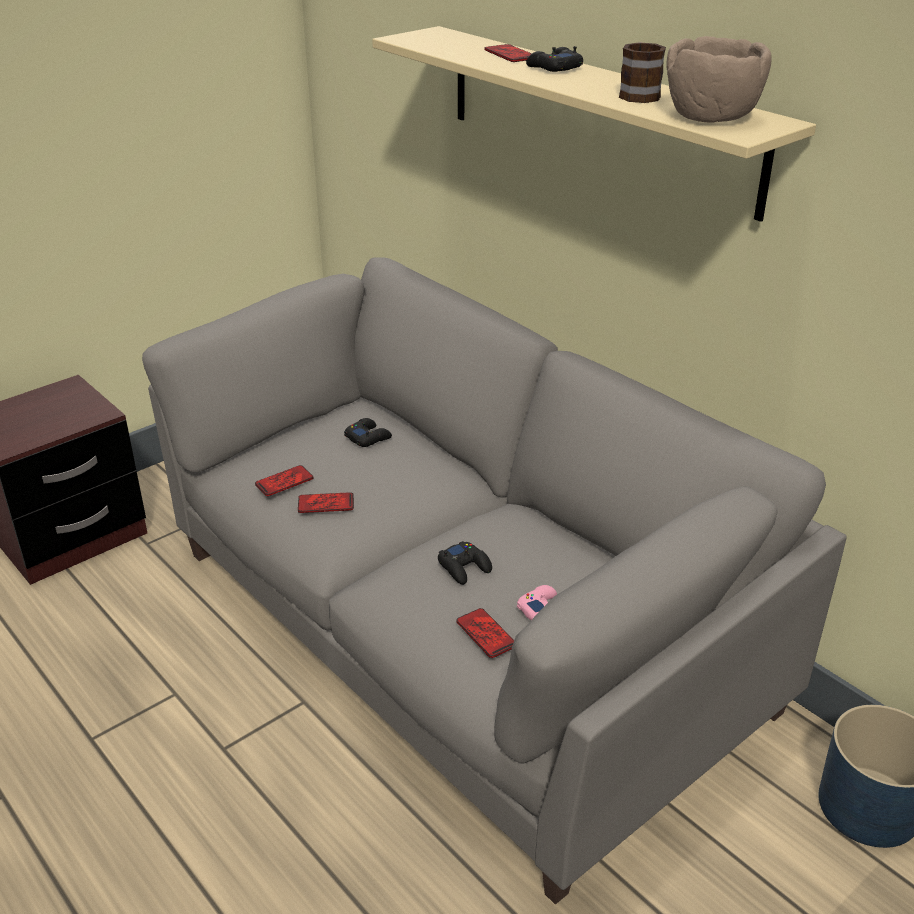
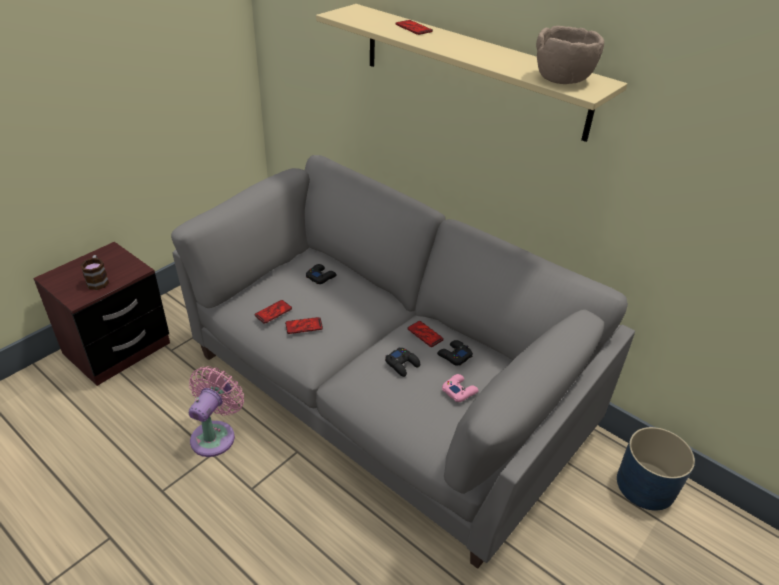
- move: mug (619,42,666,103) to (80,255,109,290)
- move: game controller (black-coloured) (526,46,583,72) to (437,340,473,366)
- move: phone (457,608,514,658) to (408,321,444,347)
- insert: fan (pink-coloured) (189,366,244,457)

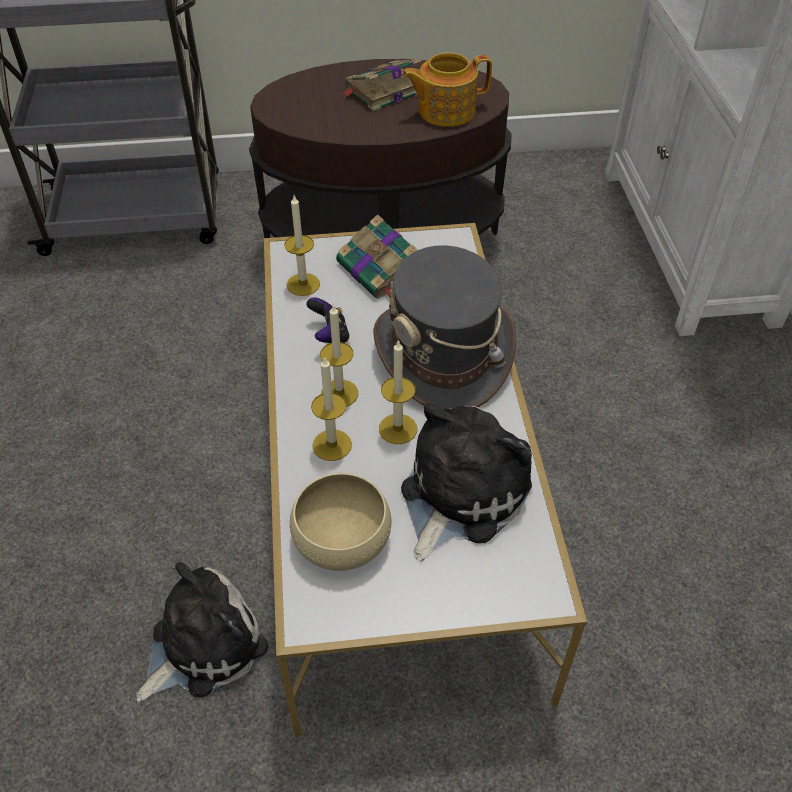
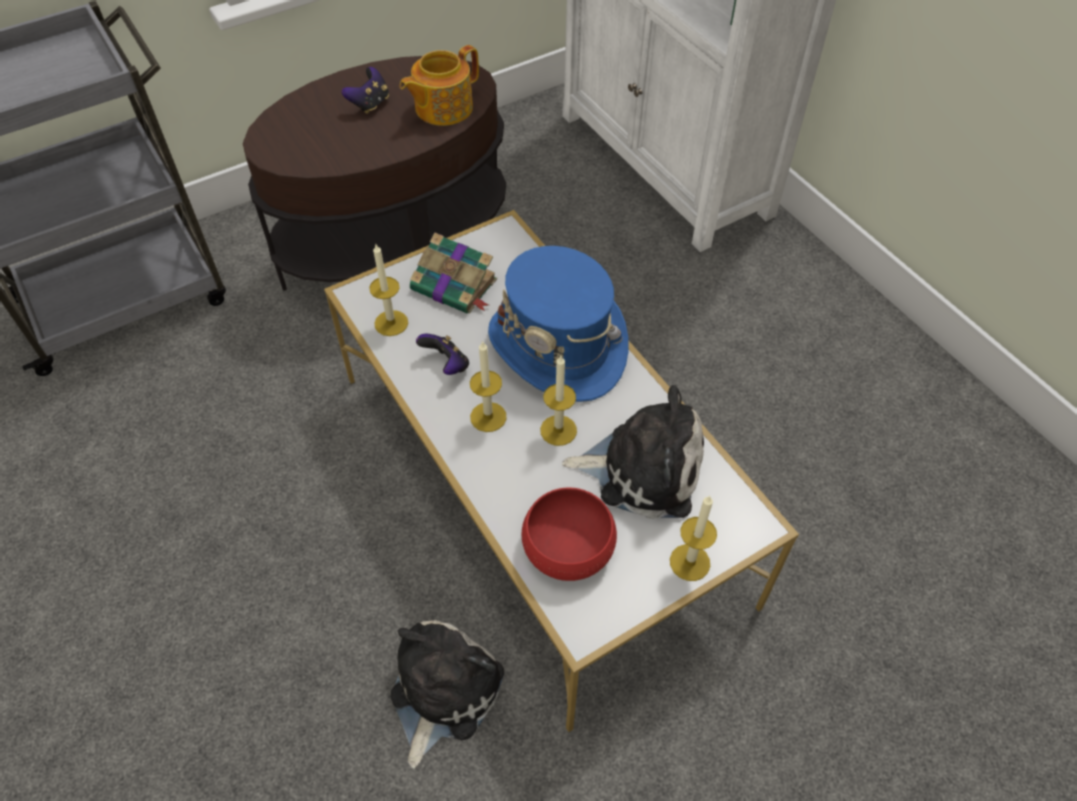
- replace: bound book (340,59,421,111) to game controller (342,67,389,114)
- recolor: clothing hat (gray) (373,245,516,409) to clothing hat (bluish) (488,246,629,402)
- move: candle (311,356,352,461) to (670,495,717,581)
- rotate: soft toy (401,403,532,561) = (562,385,704,519) 90 degrees clockwise
- recolor: deep dish (beige) (290,473,392,571) to deep dish (red-coloured) (522,488,617,581)

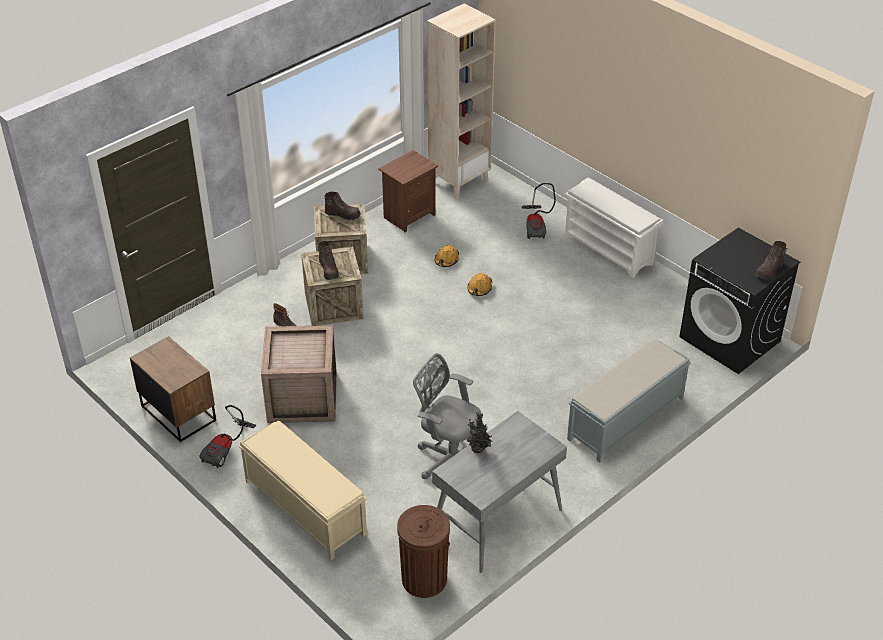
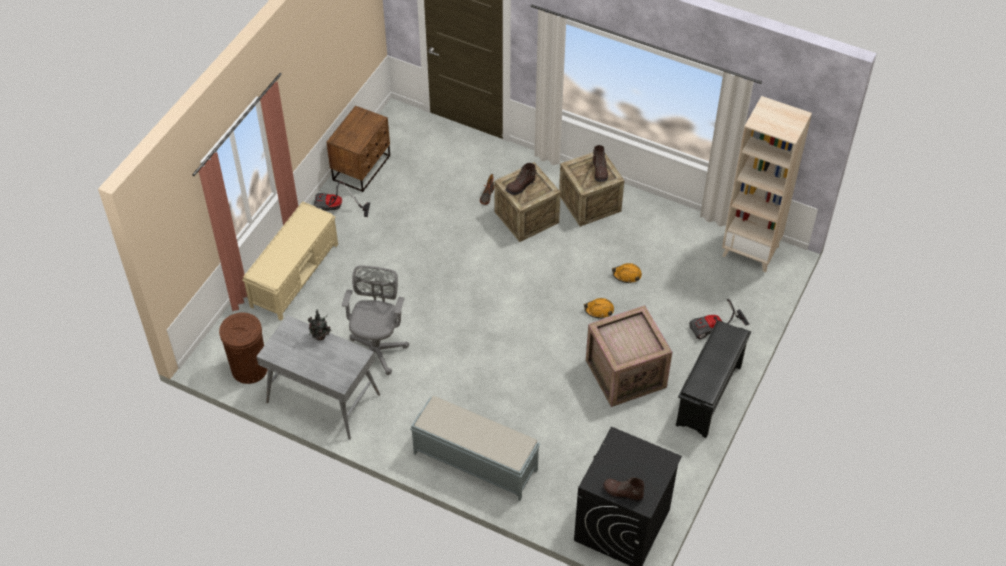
- delete: night table (brown) (378,150,438,233)
- recolor: shoe stand (white) (564,177,663,278) to shoe stand (black-coloured) (676,320,751,438)
- move: crate (261,325,337,423) to (586,305,672,407)

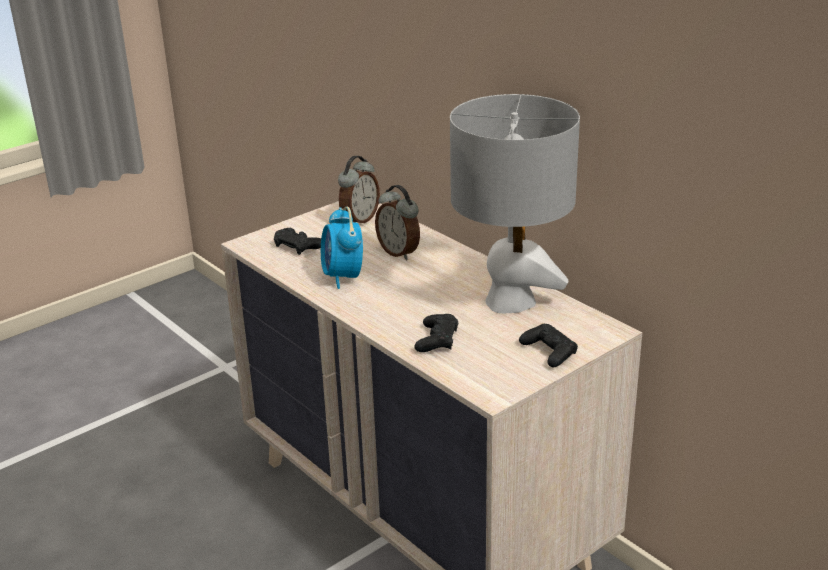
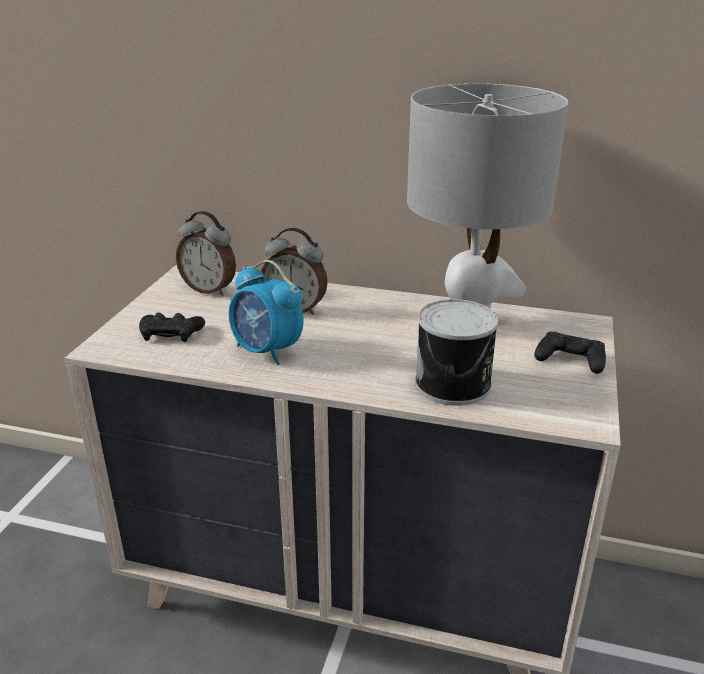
- rotate: bedside clock (338,156,380,223) = (176,211,236,295) 120 degrees clockwise
- replace: game controller (black-coloured) (414,314,458,352) to sealed can (415,299,498,406)

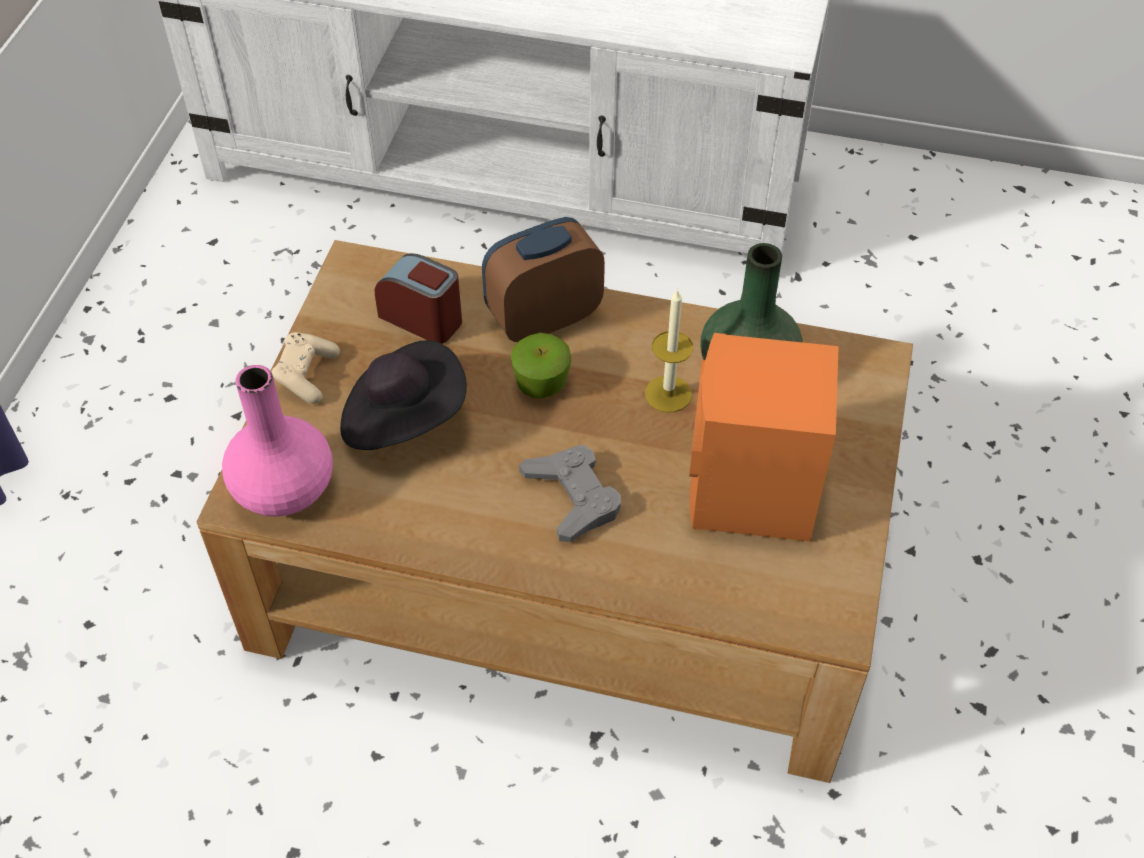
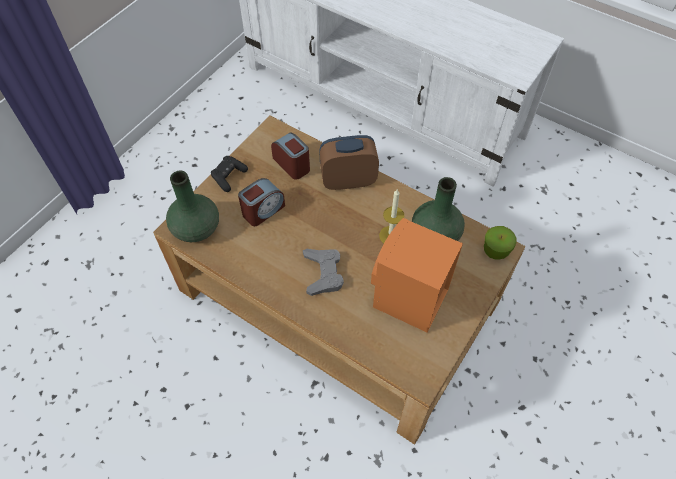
- recolor: game controller (beige) (272,332,340,404) to game controller (black-coloured) (211,156,248,192)
- move: apple (511,333,571,398) to (484,226,516,259)
- replace: clothing hat (black-coloured) (340,340,467,450) to bedside clock (238,178,285,226)
- recolor: decorative vase (pink-coloured) (222,365,333,517) to decorative vase (green-coloured) (166,171,219,242)

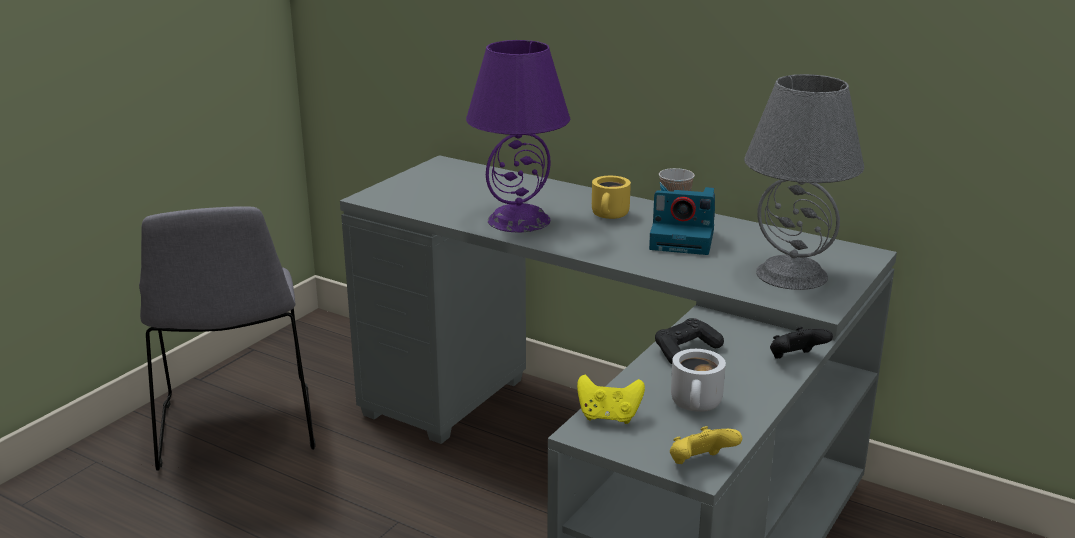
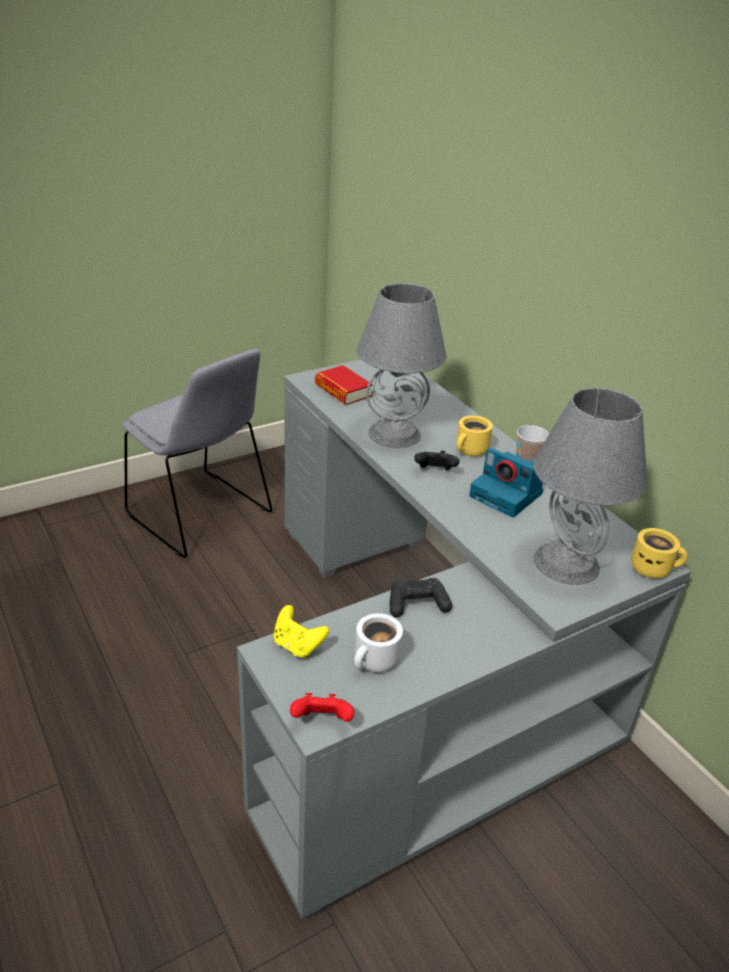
- recolor: tabletop lamp (purple) (466,40,570,232) to tabletop lamp (gray) (357,283,447,448)
- rotate: upright chair (gray) (139,206,316,471) = (122,349,272,558) 60 degrees counterclockwise
- move: game controller (black-coloured) (770,327,833,359) to (414,451,459,470)
- recolor: game controller (yellow-coloured) (670,426,742,464) to game controller (red-coloured) (290,693,354,722)
- insert: bound book (315,365,373,405)
- insert: mug (yellow-coloured) (631,528,688,578)

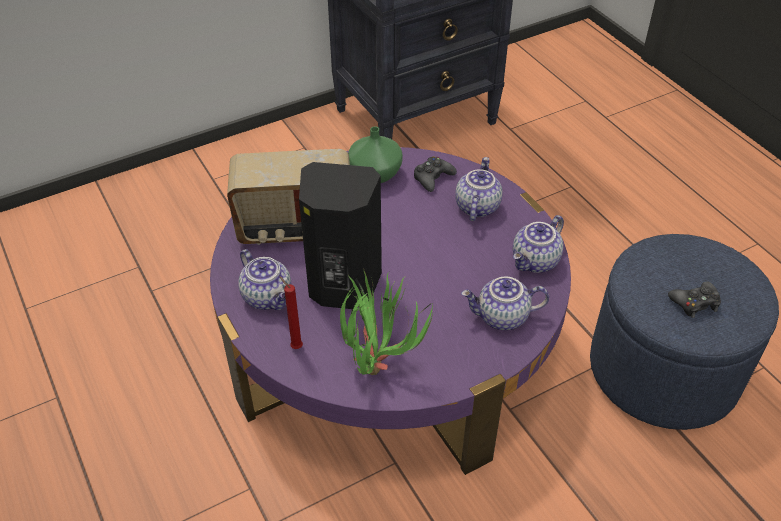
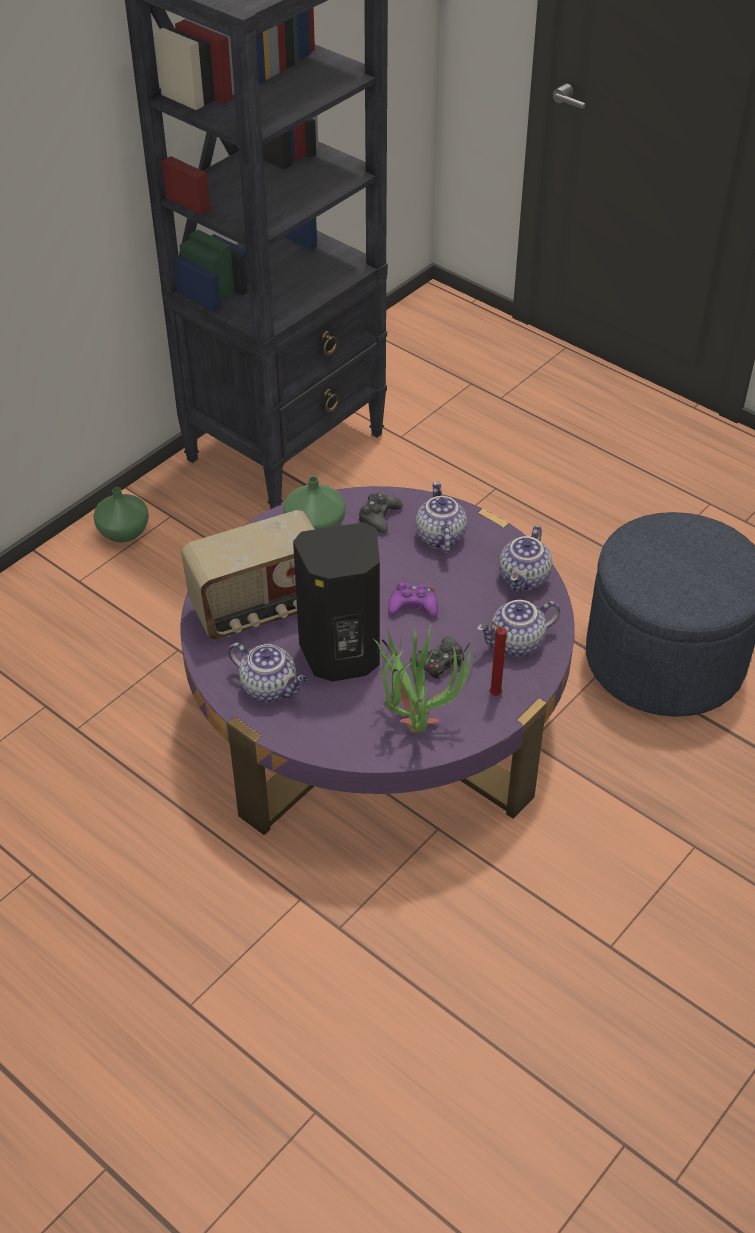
- move: candle (red-coloured) (280,276,303,349) to (489,621,507,696)
- move: game controller (black-coloured) (668,282,721,318) to (410,636,464,680)
- insert: decorative vase (green-coloured) (93,487,149,542)
- insert: game controller (purple) (388,582,438,618)

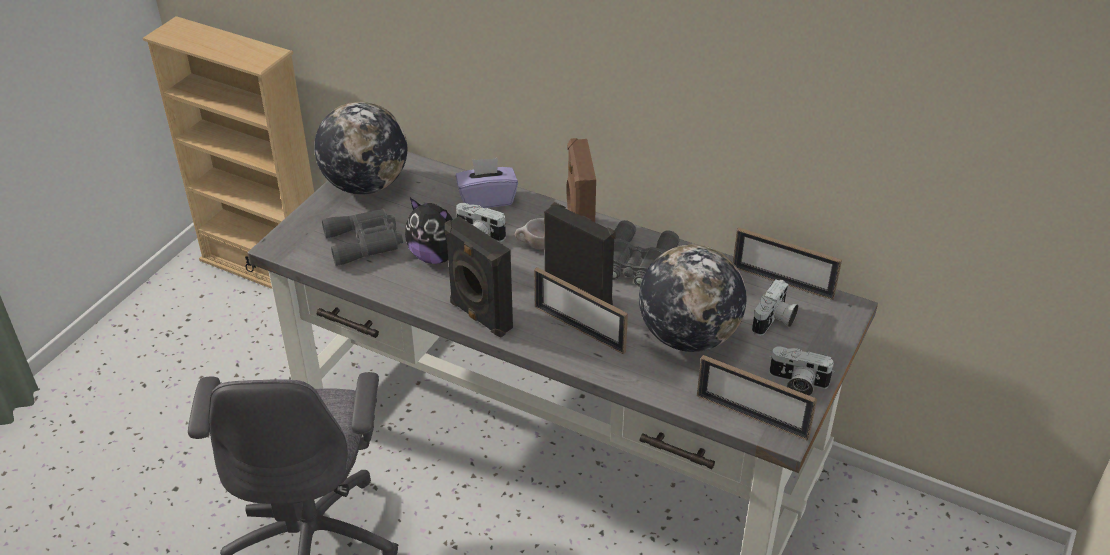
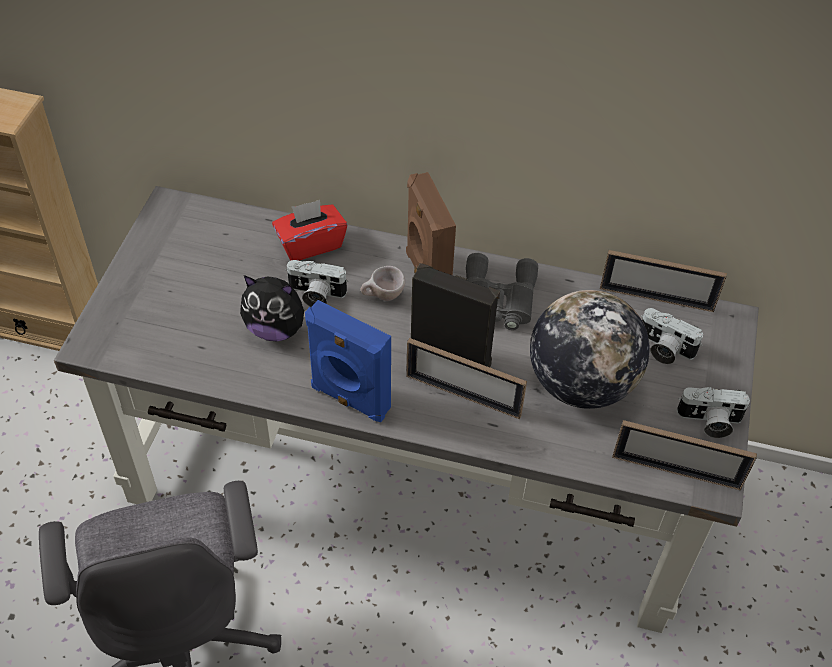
- delete: desk globe (314,102,407,195)
- recolor: box of tissues (purple) (456,158,518,208) to box of tissues (red-coloured) (272,200,347,261)
- delete: binoculars (gray) (322,208,403,266)
- recolor: loudspeaker (black-coloured) (445,216,513,338) to loudspeaker (bluish) (305,300,391,422)
- rotate: still camera (752,279,799,336) = (641,308,703,364) 105 degrees clockwise

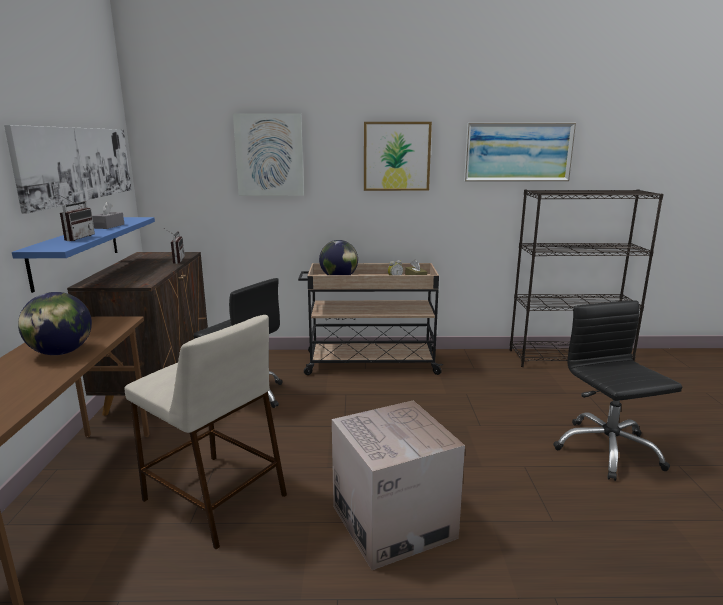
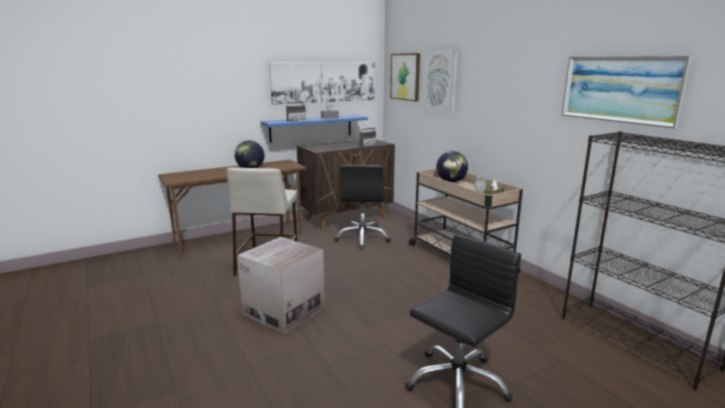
- move: wall picture (364,122,432,191) to (390,53,420,102)

